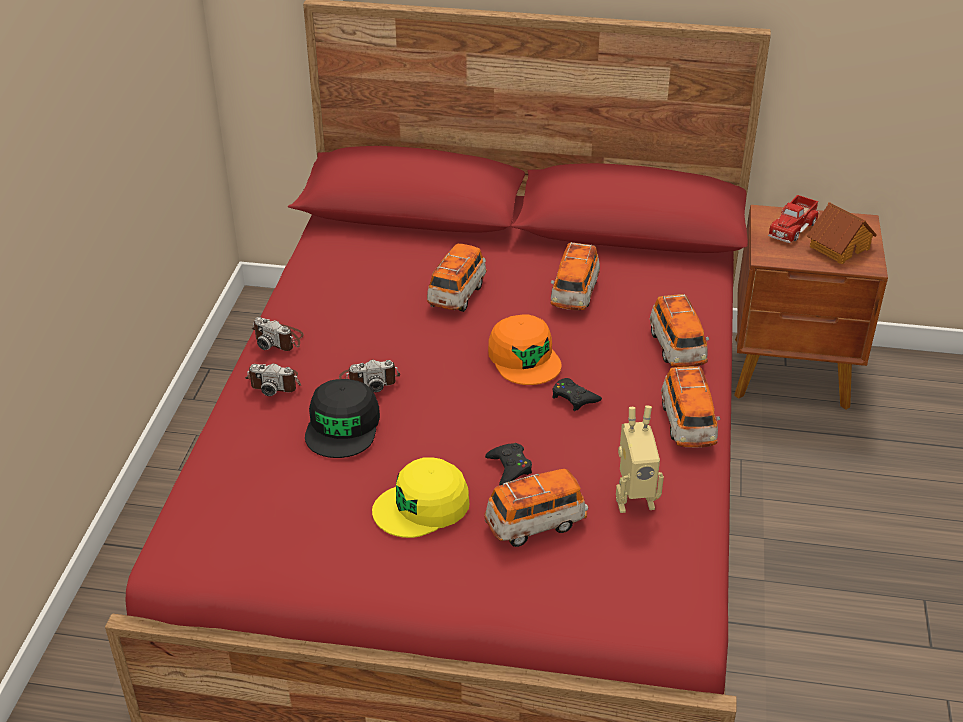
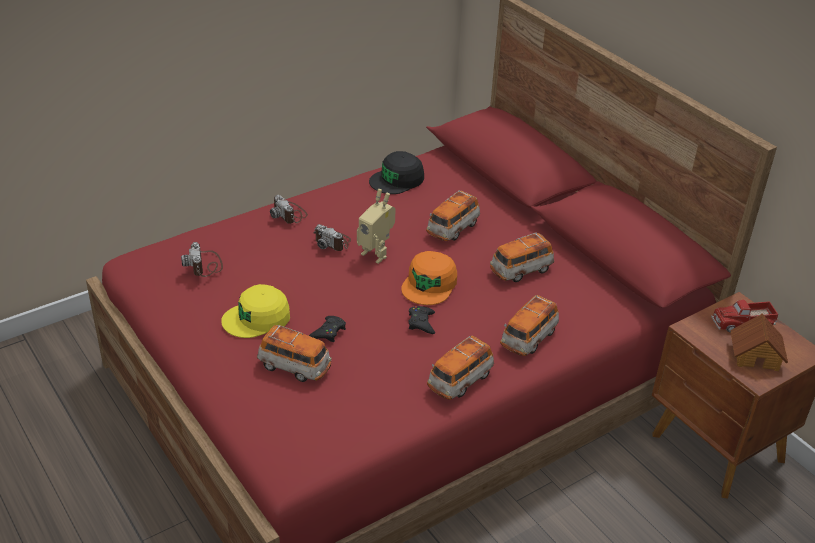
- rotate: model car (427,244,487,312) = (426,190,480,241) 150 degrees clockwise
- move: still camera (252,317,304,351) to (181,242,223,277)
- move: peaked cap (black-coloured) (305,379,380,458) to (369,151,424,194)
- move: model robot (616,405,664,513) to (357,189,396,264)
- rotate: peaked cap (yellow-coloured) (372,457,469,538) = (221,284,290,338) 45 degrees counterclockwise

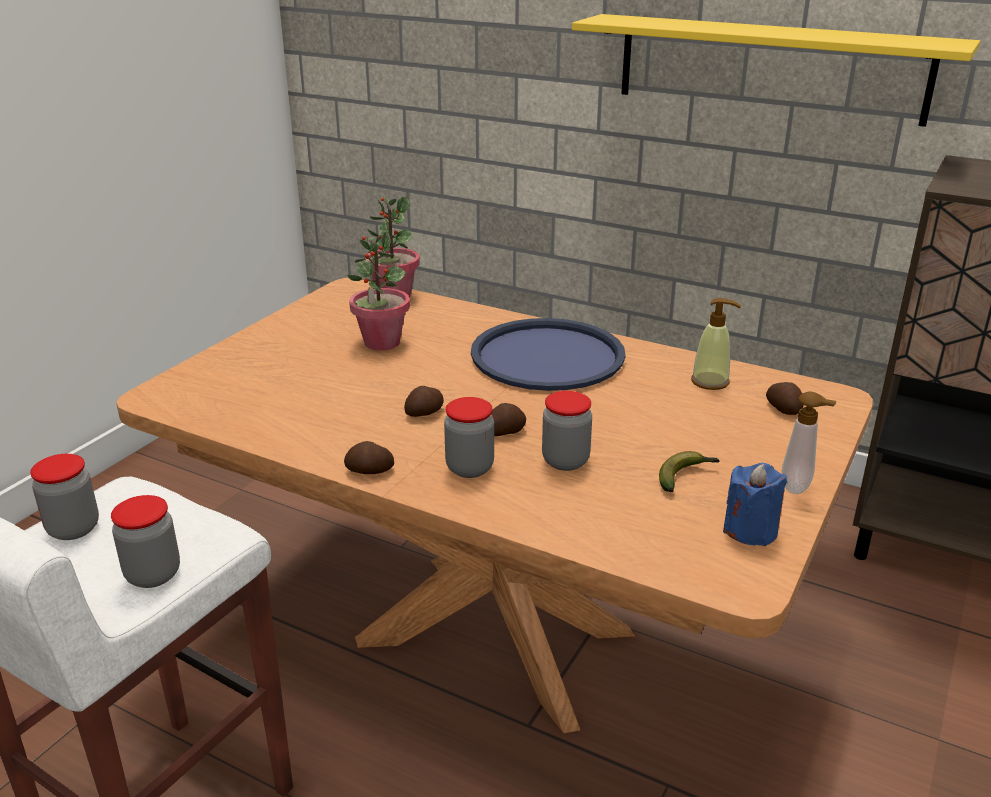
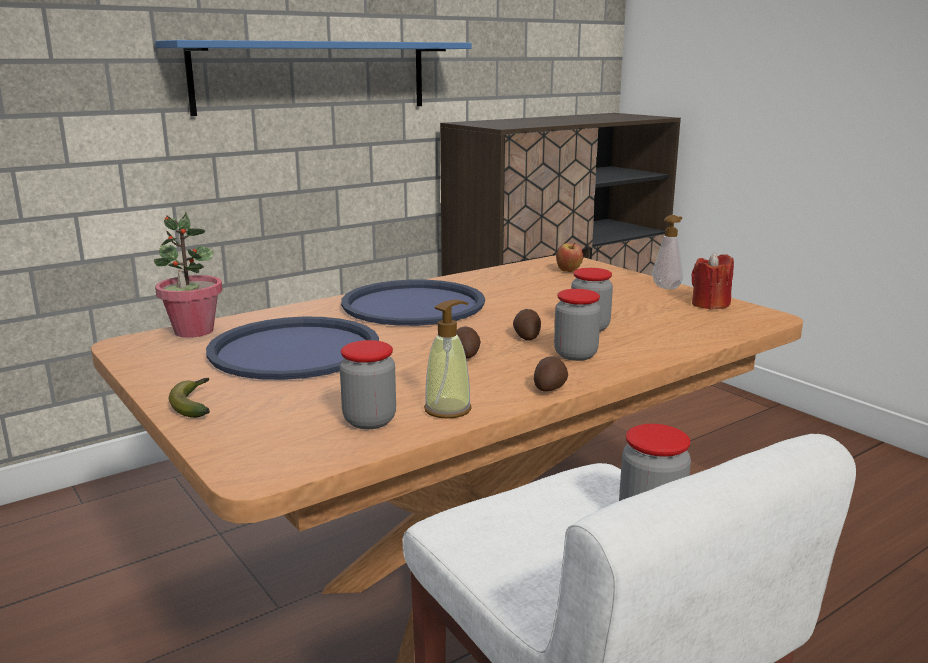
- recolor: shelf (yellow-coloured) (572,14,980,127) to shelf (bluish) (155,40,471,116)
- replace: houseplant (347,231,410,351) to carrying tray (bluish) (206,317,379,380)
- move: soap bottle (691,298,741,390) to (424,300,472,419)
- replace: whole potato (766,382,804,415) to apple (556,243,583,272)
- move: banana fruit (659,451,719,492) to (169,378,210,418)
- move: preserve jar (30,454,99,540) to (340,340,396,429)
- recolor: candle (bluish) (723,463,787,546) to candle (red-coloured) (691,252,734,310)

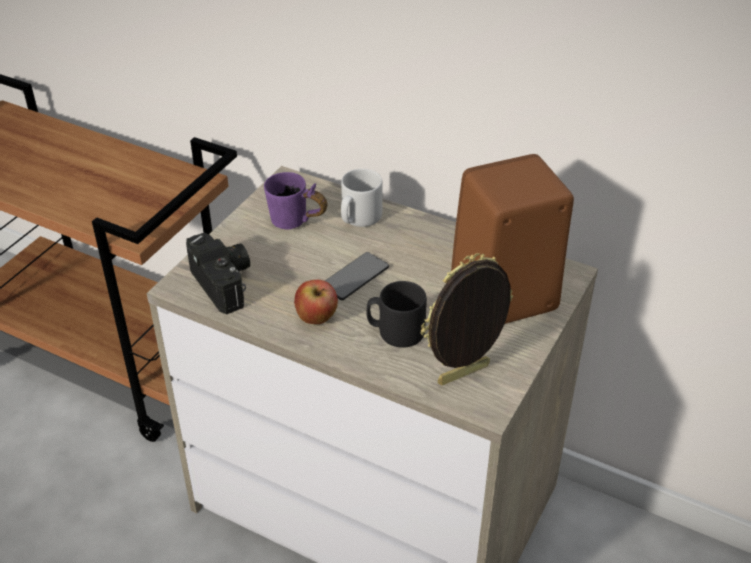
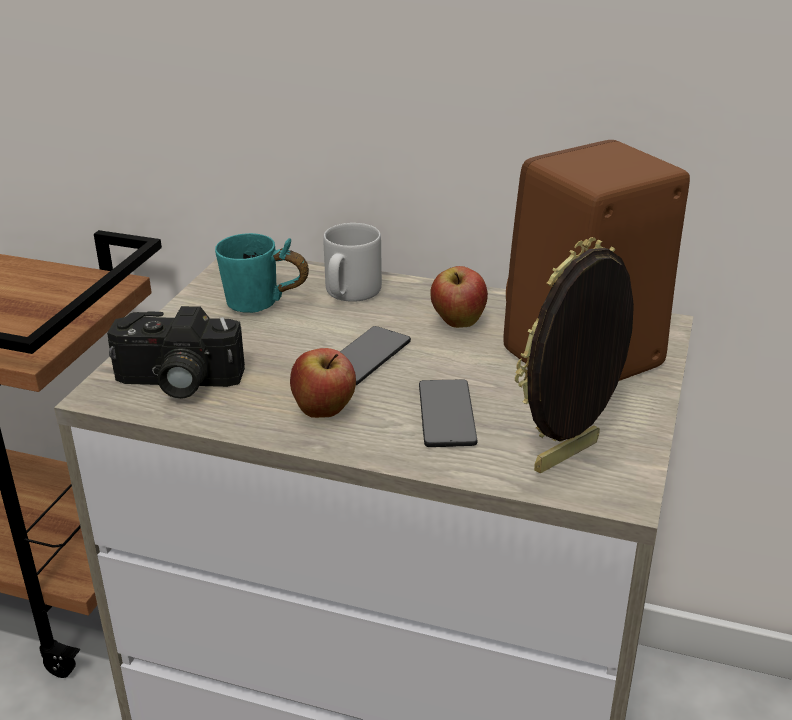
- recolor: mug (purple) (264,172,327,230) to mug (turquoise-coloured) (215,233,309,313)
- rotate: still camera (186,232,250,314) = (107,306,245,399) 135 degrees clockwise
- replace: mug (black-coloured) (366,281,427,348) to phone (419,379,478,447)
- insert: apple (430,266,488,328)

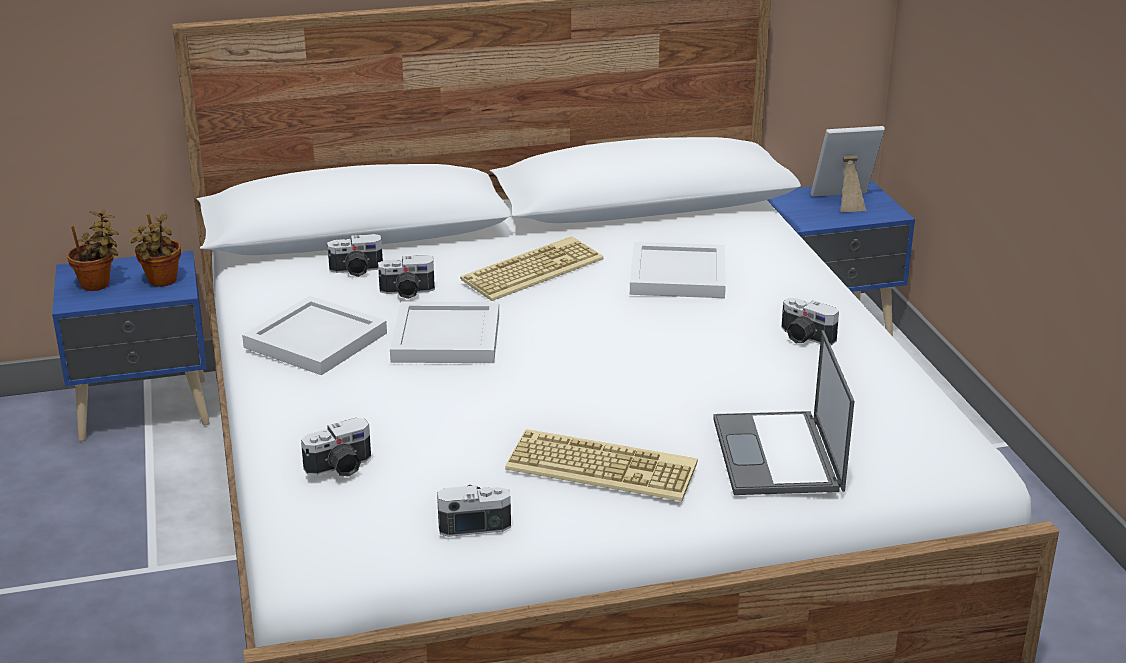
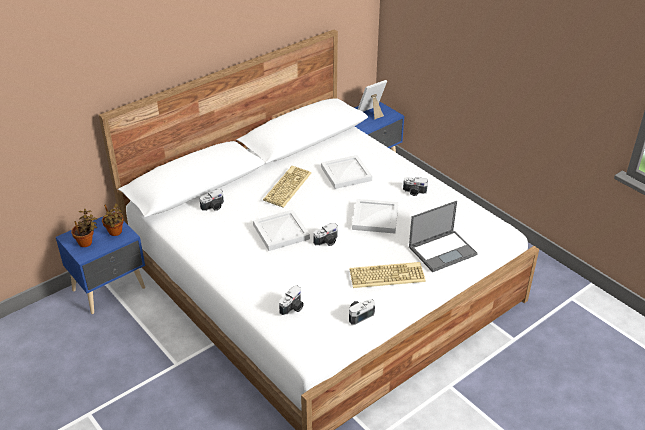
- move: still camera (378,255,435,299) to (313,223,338,246)
- move: carrying tray (white) (242,296,387,375) to (352,199,398,233)
- rotate: portable computer (713,330,854,495) = (409,201,478,272) 90 degrees counterclockwise

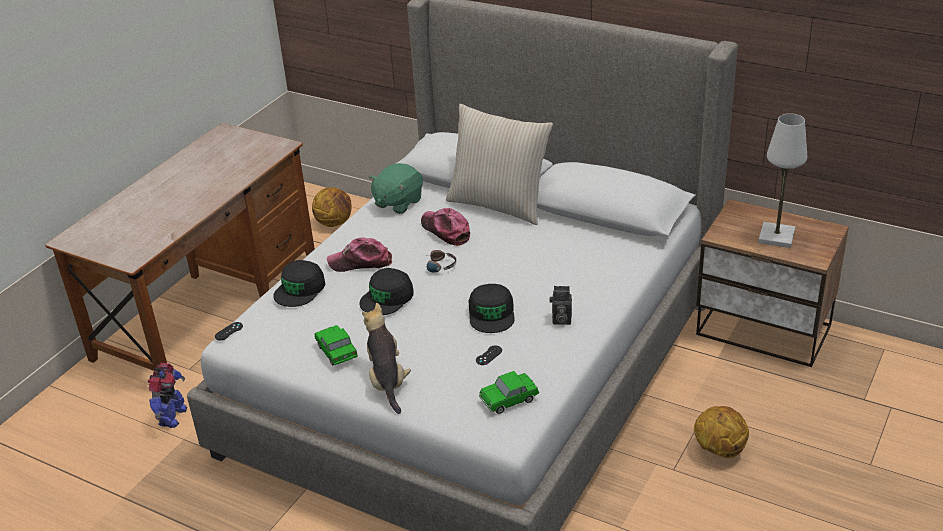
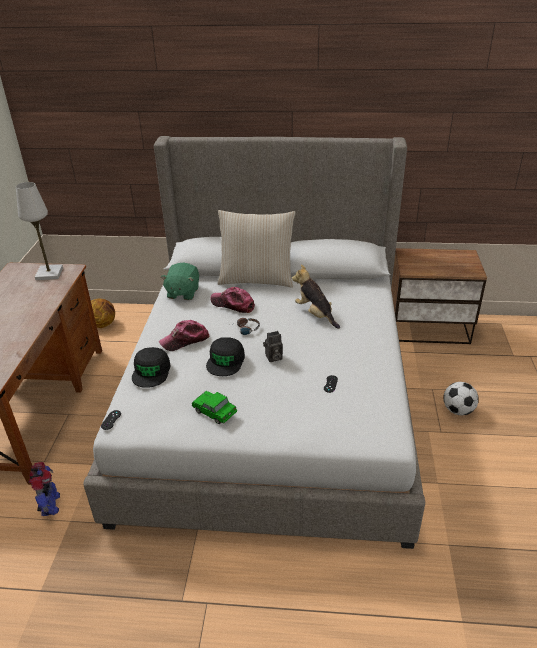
- move: tabletop lamp (white) (758,113,807,248) to (16,182,63,280)
- delete: peaked cap (black-coloured) (469,284,515,333)
- move: still camera (549,286,572,325) to (263,331,283,362)
- move: soft toy (362,303,411,414) to (292,264,340,329)
- delete: model car (479,371,539,414)
- replace: basketball (694,406,749,458) to football ball (443,382,479,416)

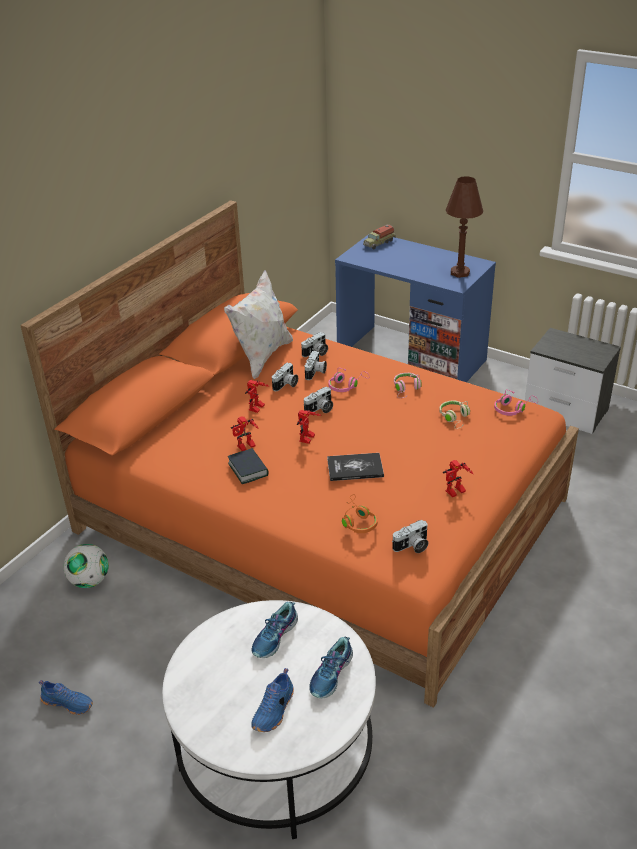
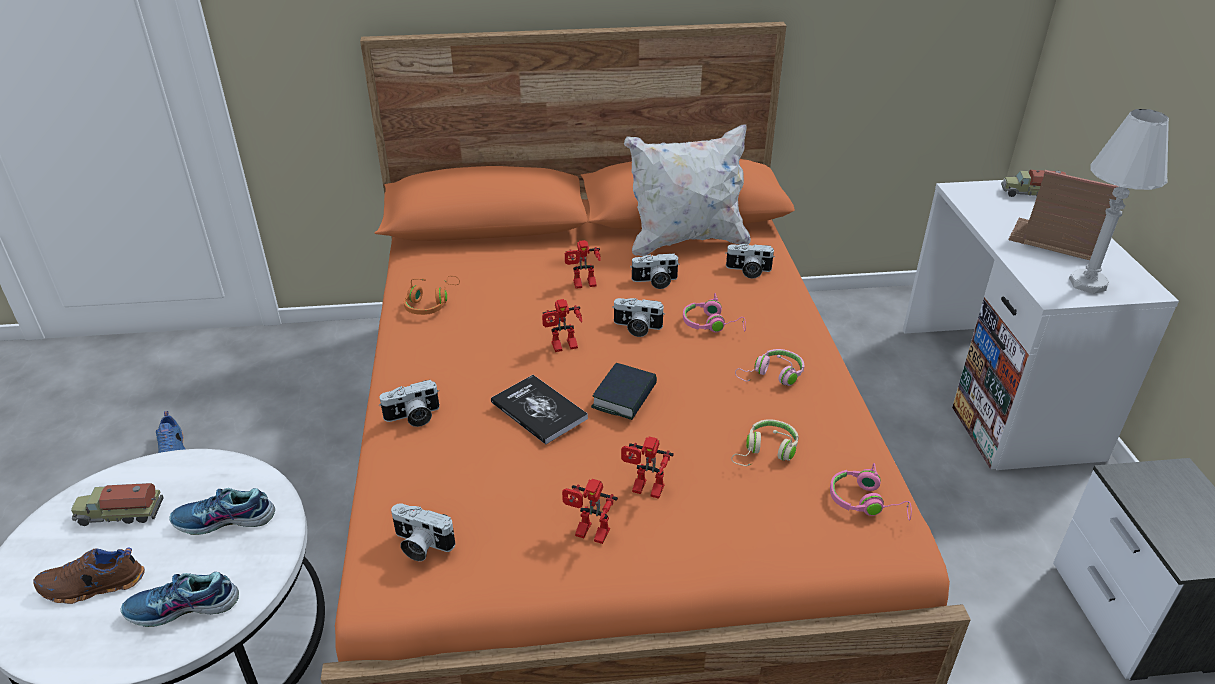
- recolor: tabletop lamp (brown) (446,176,483,278) to tabletop lamp (white) (1069,109,1169,294)
- recolor: desk unit (bluish) (335,234,496,382) to desk unit (white) (903,180,1179,470)
- move: still camera (305,351,327,380) to (379,380,440,427)
- move: model robot (231,416,259,451) to (621,437,674,499)
- move: bound book (228,448,269,484) to (591,363,657,420)
- move: headset (orange-coloured) (342,494,378,533) to (403,276,460,315)
- delete: football ball (64,544,109,588)
- recolor: item of footwear (bluish) (251,668,294,732) to item of footwear (brown) (33,548,145,604)
- insert: miniature house (1008,170,1118,260)
- insert: model truck (71,483,164,526)

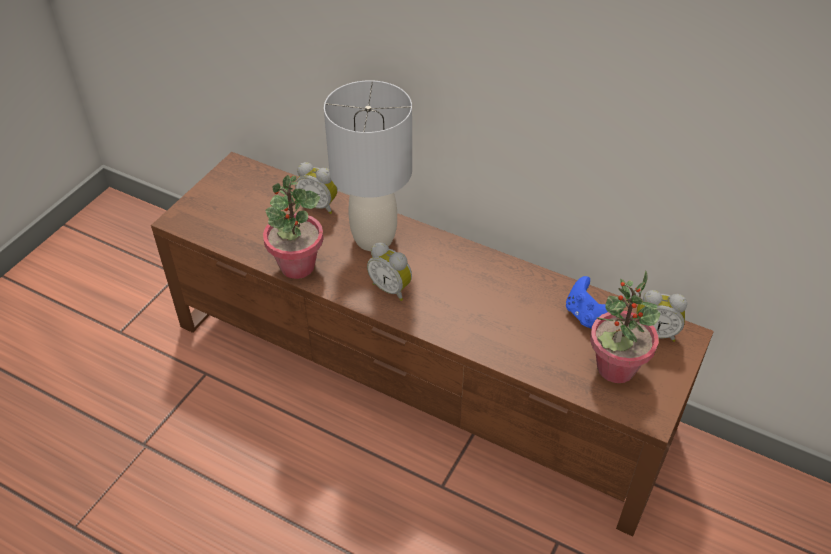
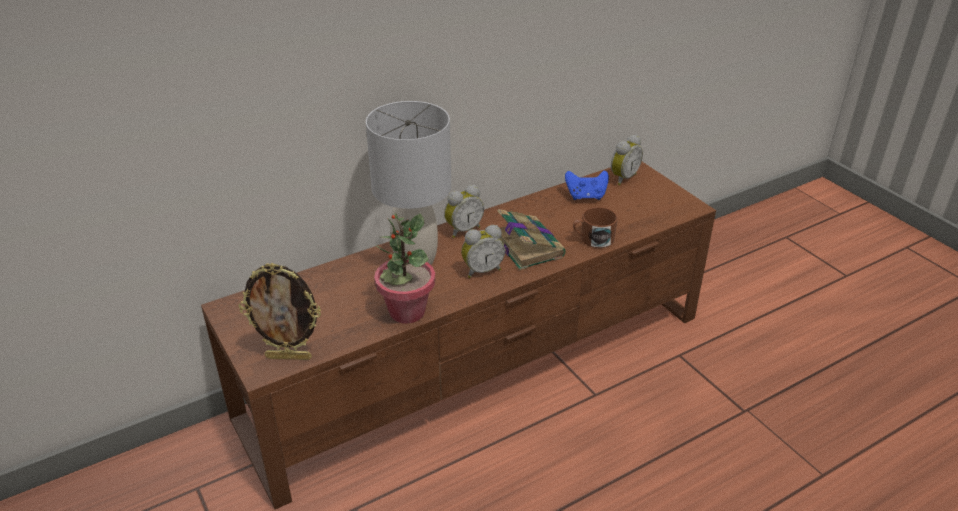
- move: bedside clock (295,162,338,214) to (444,185,484,238)
- delete: houseplant (590,271,660,383)
- insert: mug (brown) (573,207,618,248)
- insert: bound book (497,209,566,270)
- insert: standing frame (239,263,321,360)

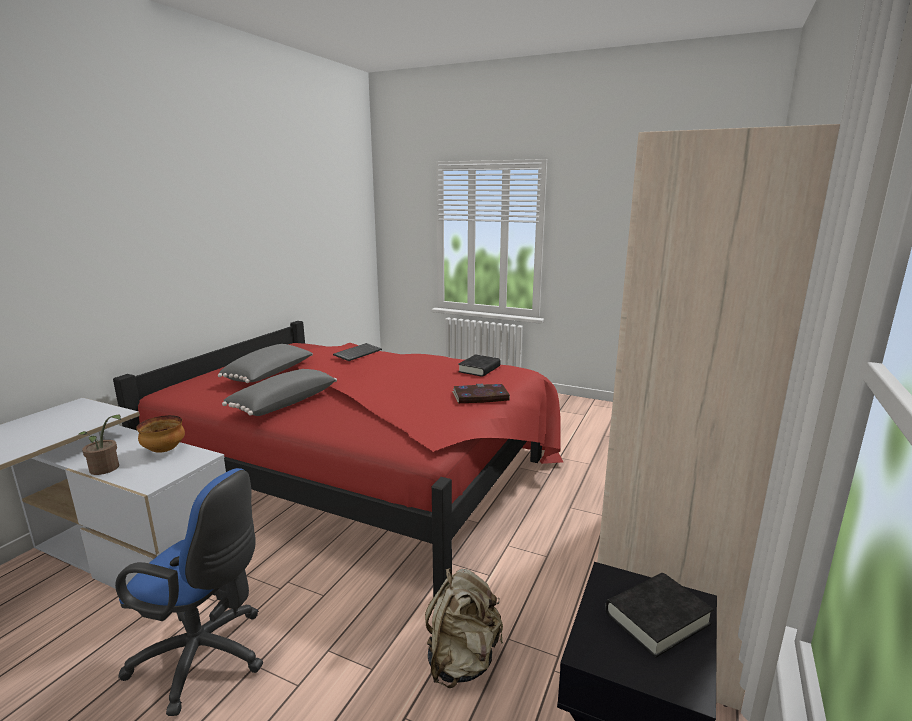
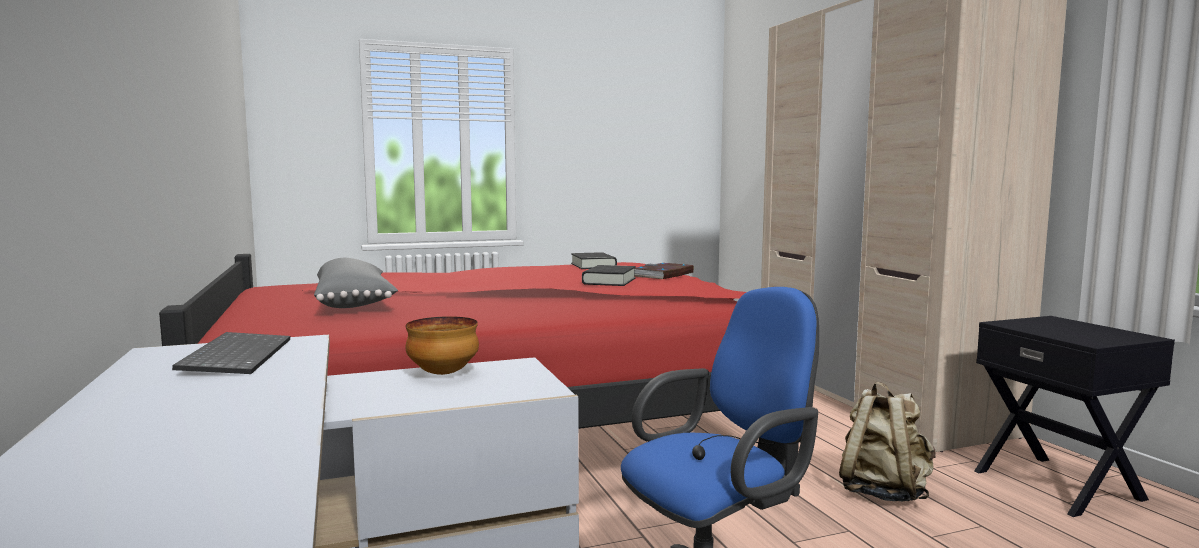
- move: keyboard (333,343,382,361) to (172,332,290,374)
- delete: pillow (gray) (222,369,337,416)
- delete: houseplant (79,414,121,475)
- move: bound book (black-coloured) (605,573,714,658) to (582,265,636,286)

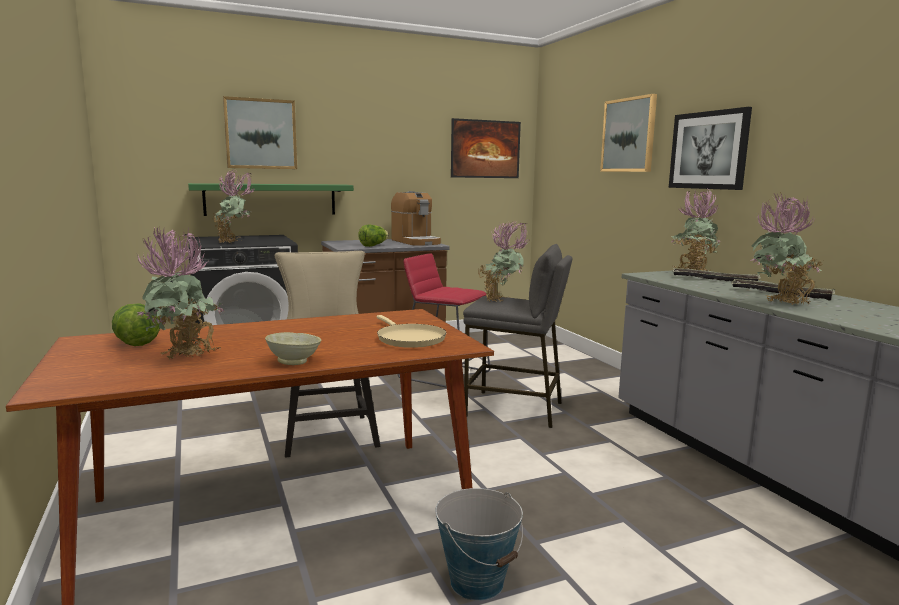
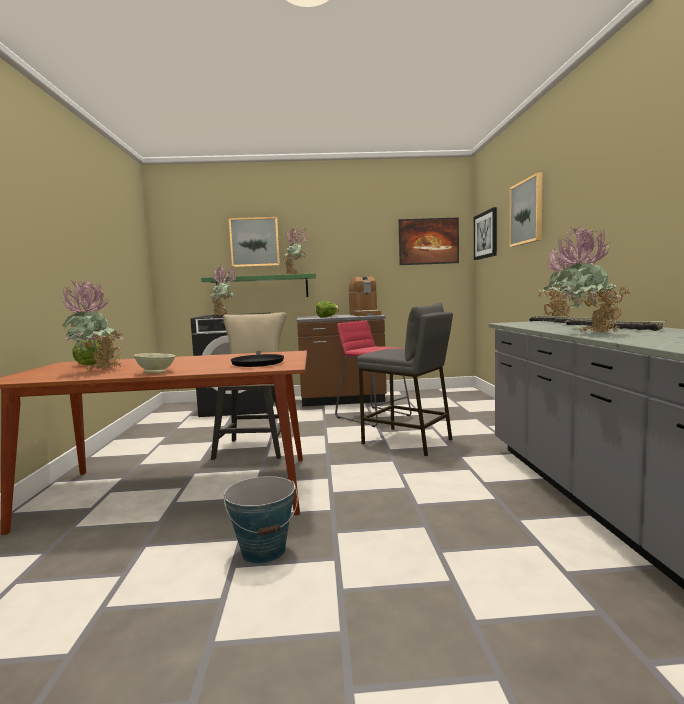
- move: wall picture (669,107,752,190) to (474,207,497,260)
- move: houseplant (478,220,531,302) to (283,226,308,275)
- recolor: frying pan (beige) (377,315,446,348) to frying pan (black-coloured) (231,351,284,367)

